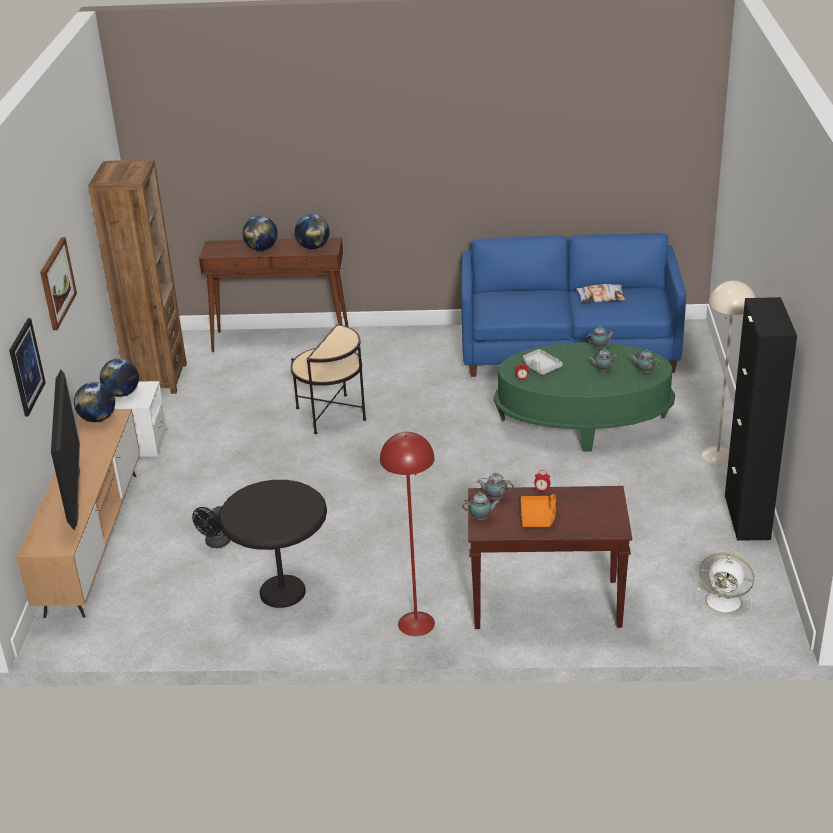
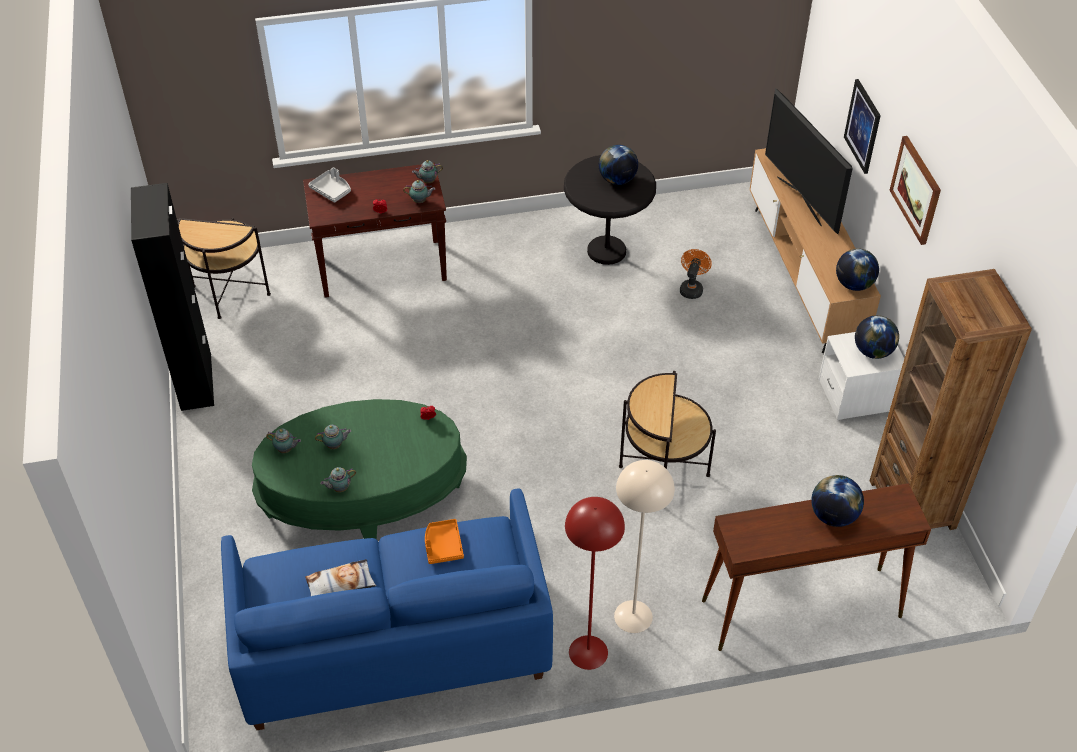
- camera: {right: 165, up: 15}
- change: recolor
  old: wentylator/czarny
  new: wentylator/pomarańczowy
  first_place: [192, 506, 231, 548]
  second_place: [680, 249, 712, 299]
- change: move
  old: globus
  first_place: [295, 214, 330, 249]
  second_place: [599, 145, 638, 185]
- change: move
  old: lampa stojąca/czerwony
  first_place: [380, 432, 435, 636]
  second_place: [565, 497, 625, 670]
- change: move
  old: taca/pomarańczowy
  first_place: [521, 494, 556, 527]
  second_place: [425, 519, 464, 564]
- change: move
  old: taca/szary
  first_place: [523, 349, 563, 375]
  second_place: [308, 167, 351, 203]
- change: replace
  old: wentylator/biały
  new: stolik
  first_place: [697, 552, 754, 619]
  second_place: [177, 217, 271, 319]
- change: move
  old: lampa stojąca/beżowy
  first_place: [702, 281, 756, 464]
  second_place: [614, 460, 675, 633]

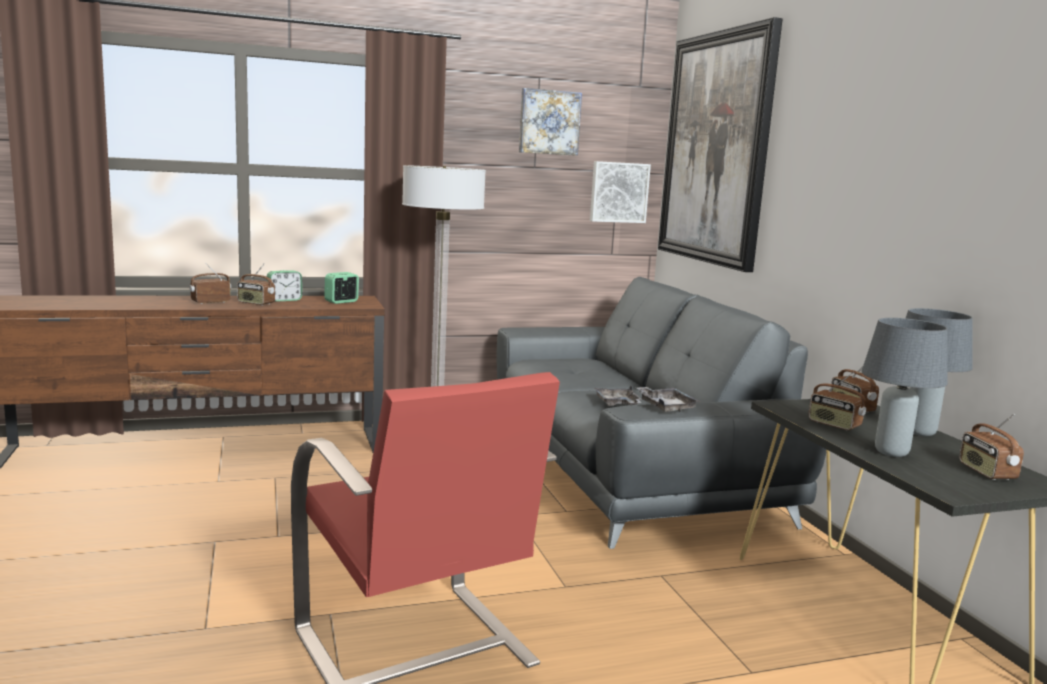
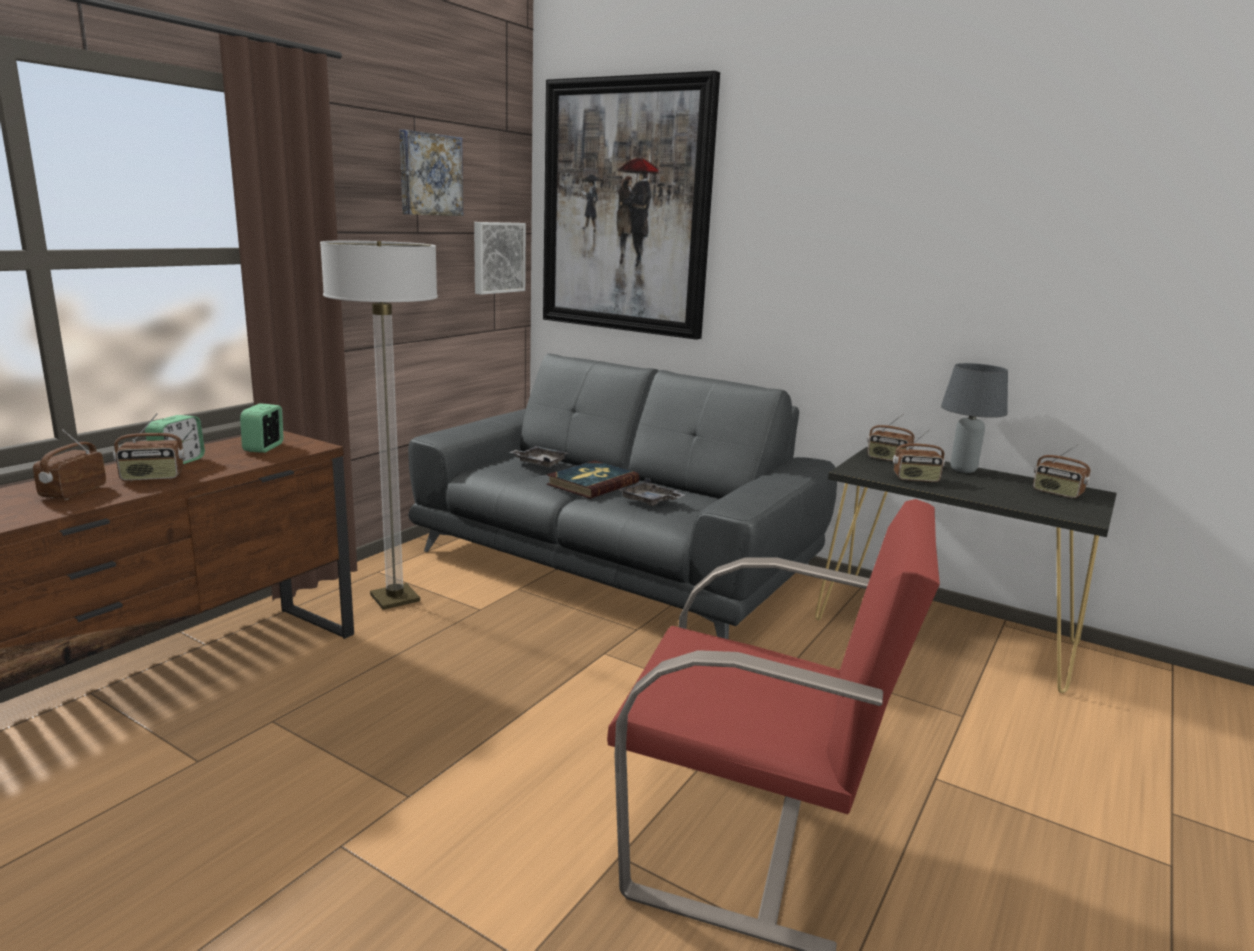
- camera: {right: -40, up: 5}
- change: move
  old: taca/szary
  first_place: [636, 387, 701, 412]
  second_place: [509, 446, 568, 467]
- change: delete
  old: lampa stołowa/szary
  first_place: [861, 318, 948, 457]
- change: insert
  new: książka
  second_place: [547, 460, 639, 499]

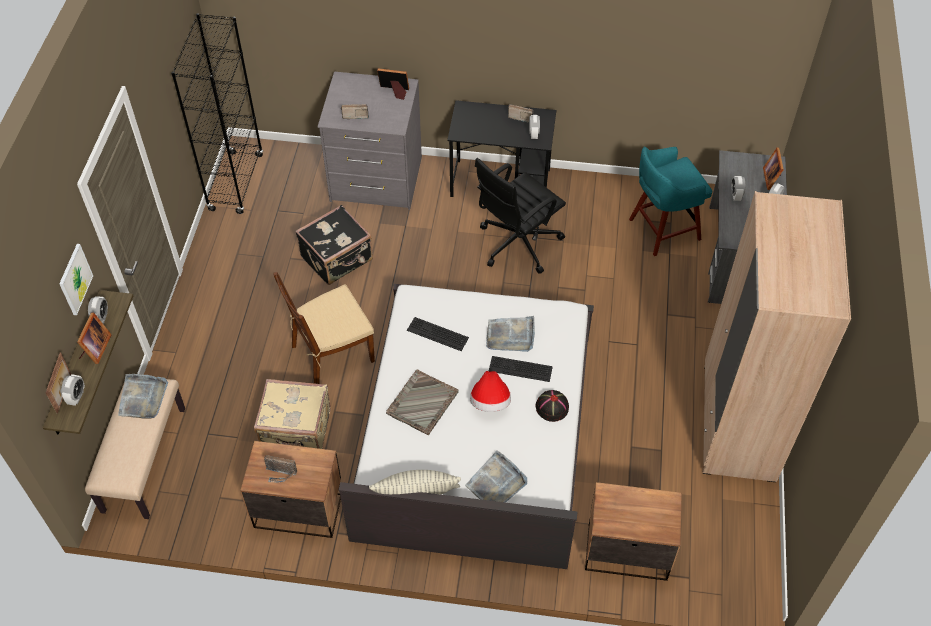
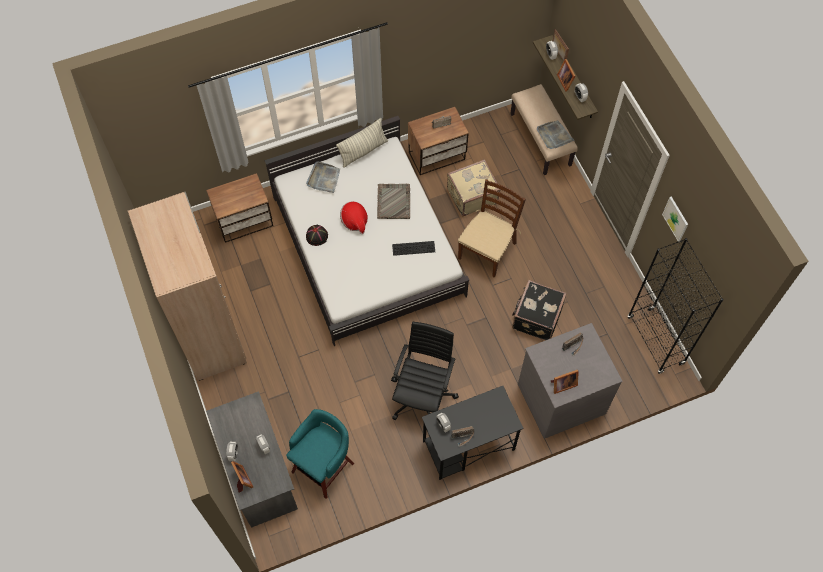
- camera: {right: 150, up: 10}
- change: move
  old: obraz
  first_place: [59, 244, 93, 315]
  second_place: [662, 197, 688, 241]
- change: delete
  old: taca/szary
  first_place: [486, 316, 535, 352]
- change: delete
  old: klawiatura
  first_place: [489, 356, 553, 382]

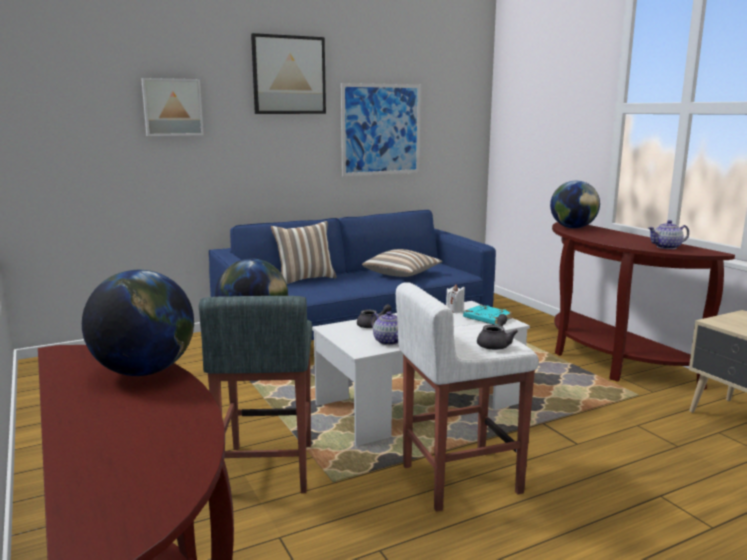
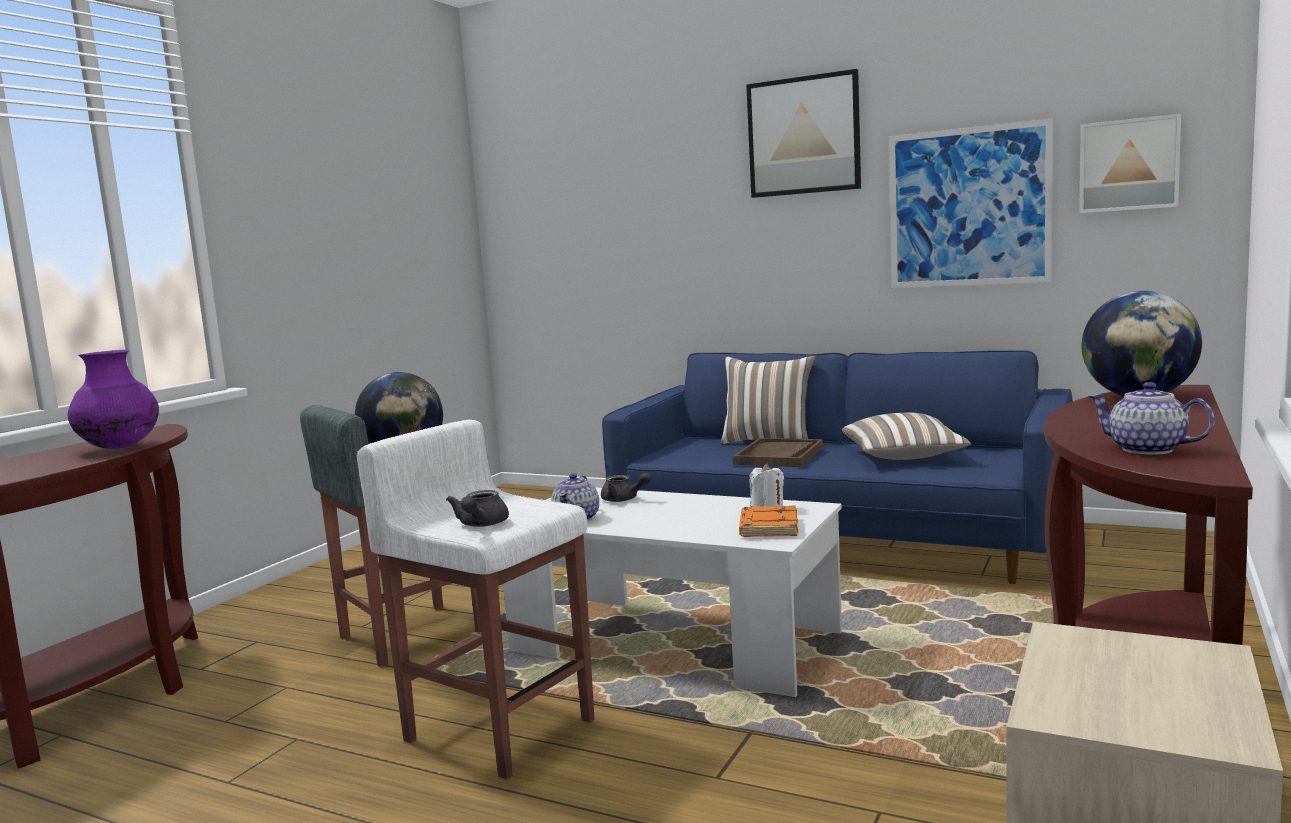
- camera: {right: 55, up: -5}
- change: replace
  old: globus
  new: wazon/fioletowy
  first_place: [82, 270, 194, 376]
  second_place: [68, 350, 159, 449]
- change: move
  old: obraz
  first_place: [141, 78, 204, 136]
  second_place: [1079, 114, 1181, 213]
- change: recolor
  old: książka/turkusowy
  new: książka/pomarańczowy
  first_place: [463, 305, 512, 325]
  second_place: [739, 506, 798, 537]
- change: rotate
  old: imbryk/szary
  first_place: [477, 314, 518, 350]
  second_place: [446, 490, 509, 527]
  degrees: 105
- change: insert
  new: taca/brązowy
  second_place: [733, 438, 823, 467]

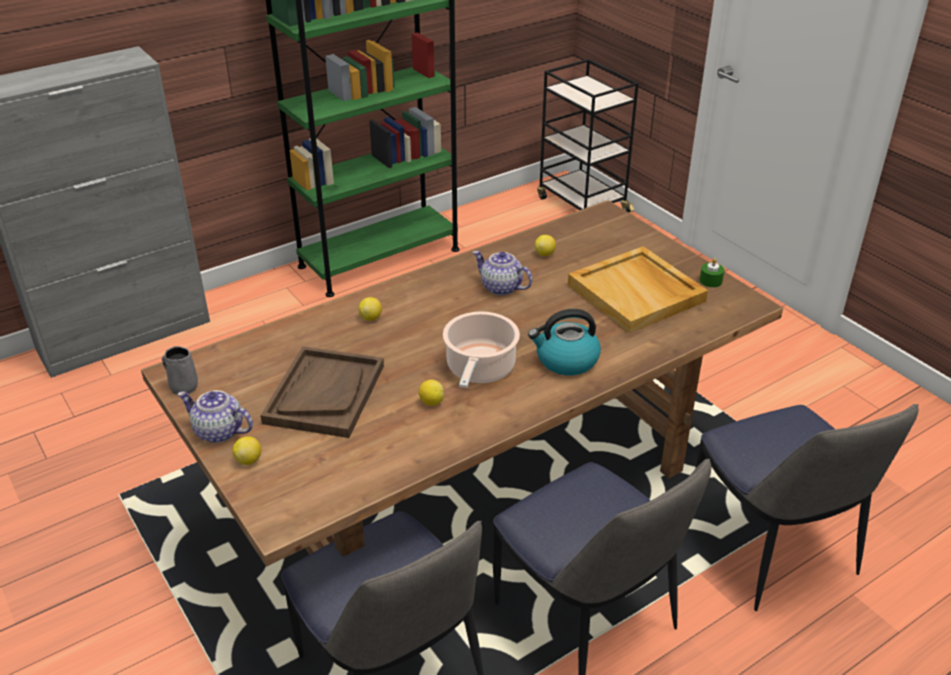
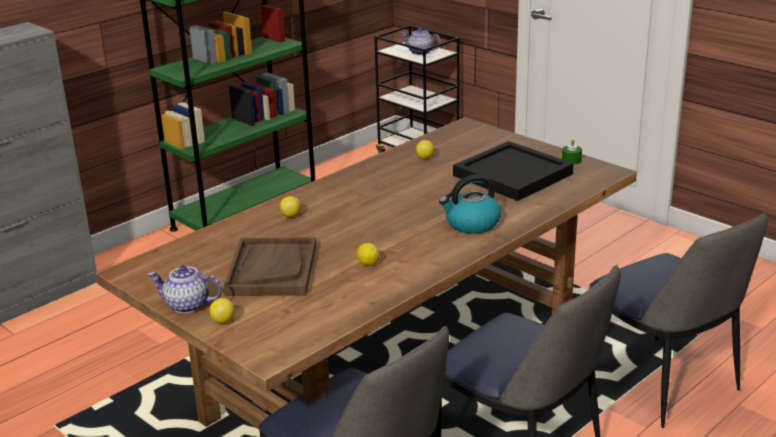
- camera: {right: -10, up: -10}
- change: delete
  old: kubek/szary
  first_place: [162, 346, 198, 395]
- change: delete
  old: garnek
  first_place: [443, 311, 520, 388]
- change: move
  old: imbryk
  first_place: [473, 251, 533, 295]
  second_place: [401, 28, 441, 55]
- change: recolor
  old: taca/beżowy
  new: taca/czarny
  first_place: [568, 246, 708, 333]
  second_place: [453, 141, 574, 201]

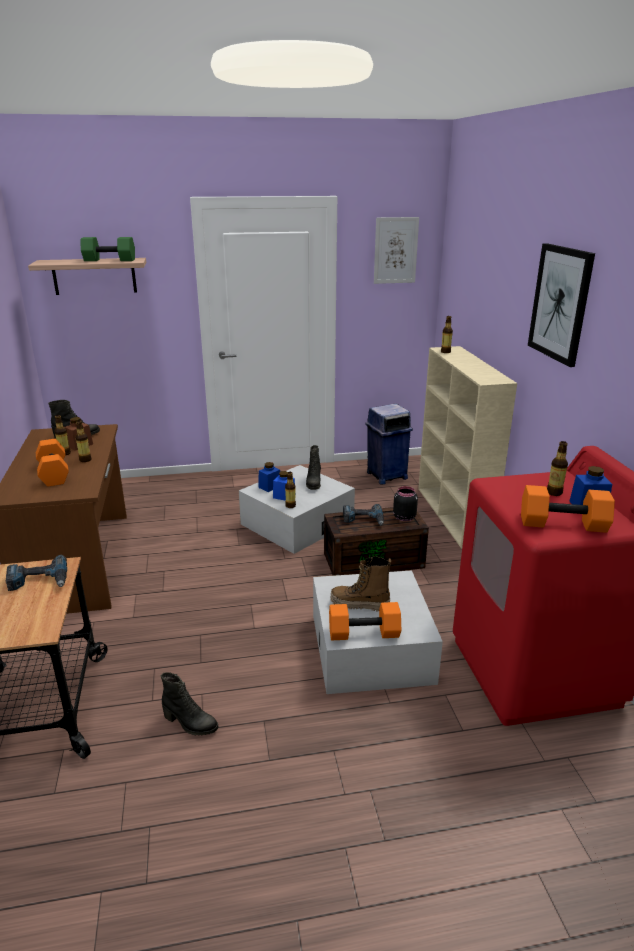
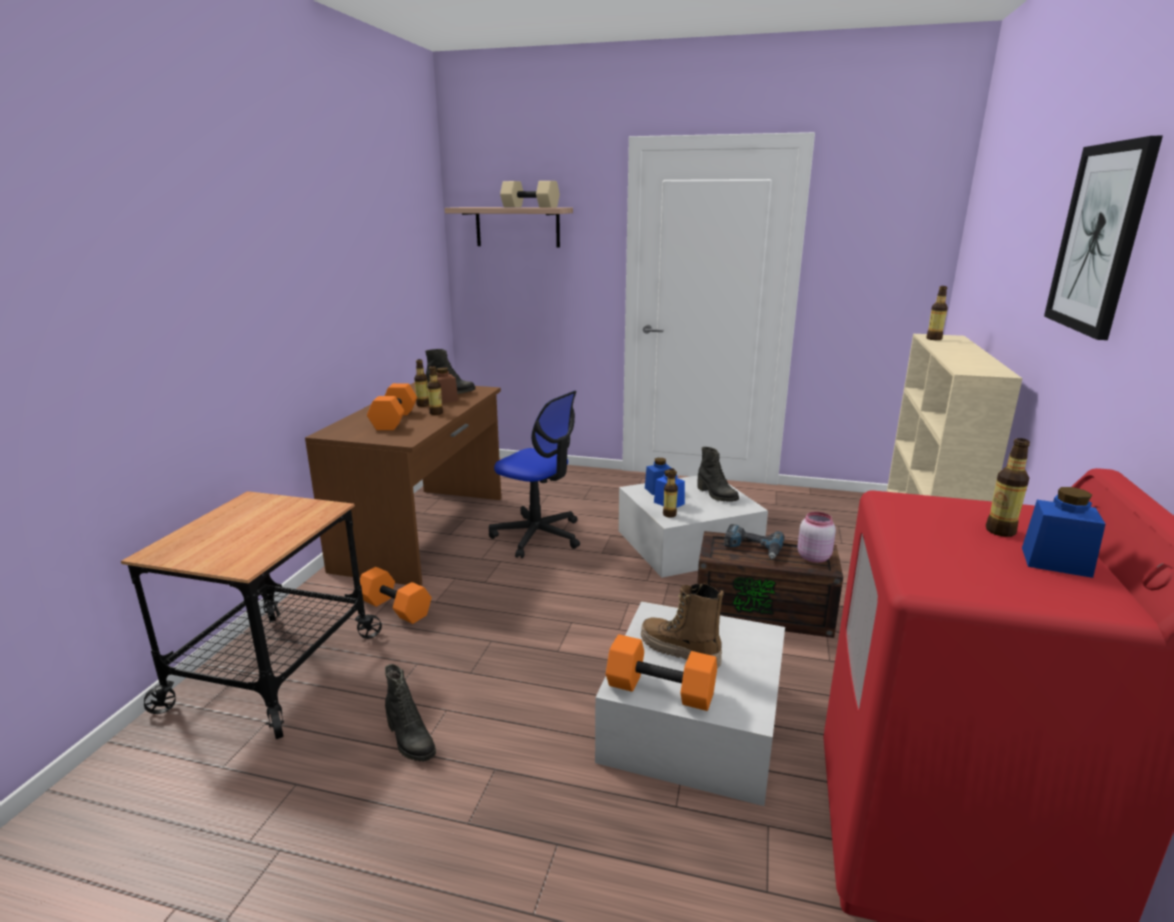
- camera: {right: 25, up: -5}
- change: delete
  old: wiertarka
  first_place: [6, 555, 67, 591]
- change: recolor
  old: hantel/zielony
  new: hantel/beżowy
  first_place: [81, 237, 135, 261]
  second_place: [500, 181, 560, 208]
- change: rotate
  old: but z cholewką/czarny
  first_place: [306, 445, 321, 490]
  second_place: [698, 447, 739, 502]
  degrees: -60
- change: delete
  old: kosz na śmieci/niebieski
  first_place: [365, 404, 413, 485]
- change: delete
  old: obraz
  first_place: [374, 217, 419, 284]
- change: recolor
  old: słoik/czarny
  new: słoik/różowy
  first_place: [393, 486, 418, 521]
  second_place: [797, 512, 836, 563]
- change: move
  old: hantel/pomarańczowy
  first_place: [521, 485, 615, 533]
  second_place: [360, 567, 431, 624]
- change: insert
  new: krzesło biurowe
  second_place: [489, 391, 580, 558]

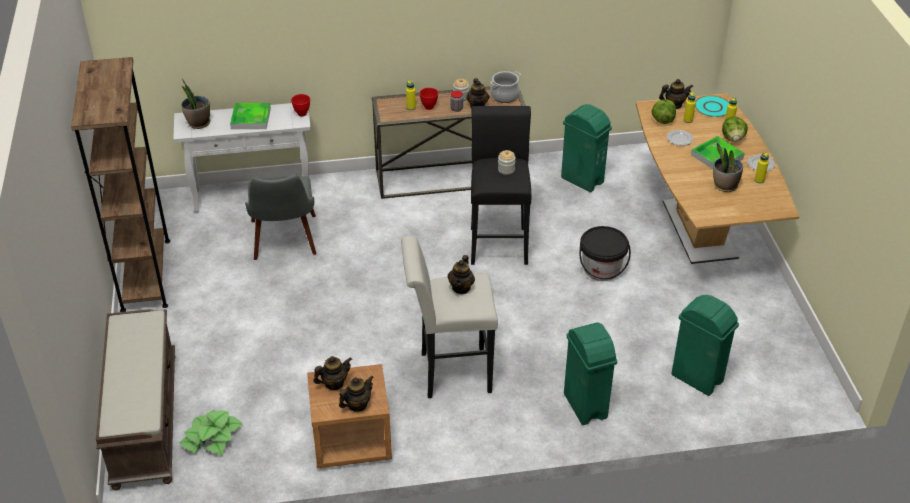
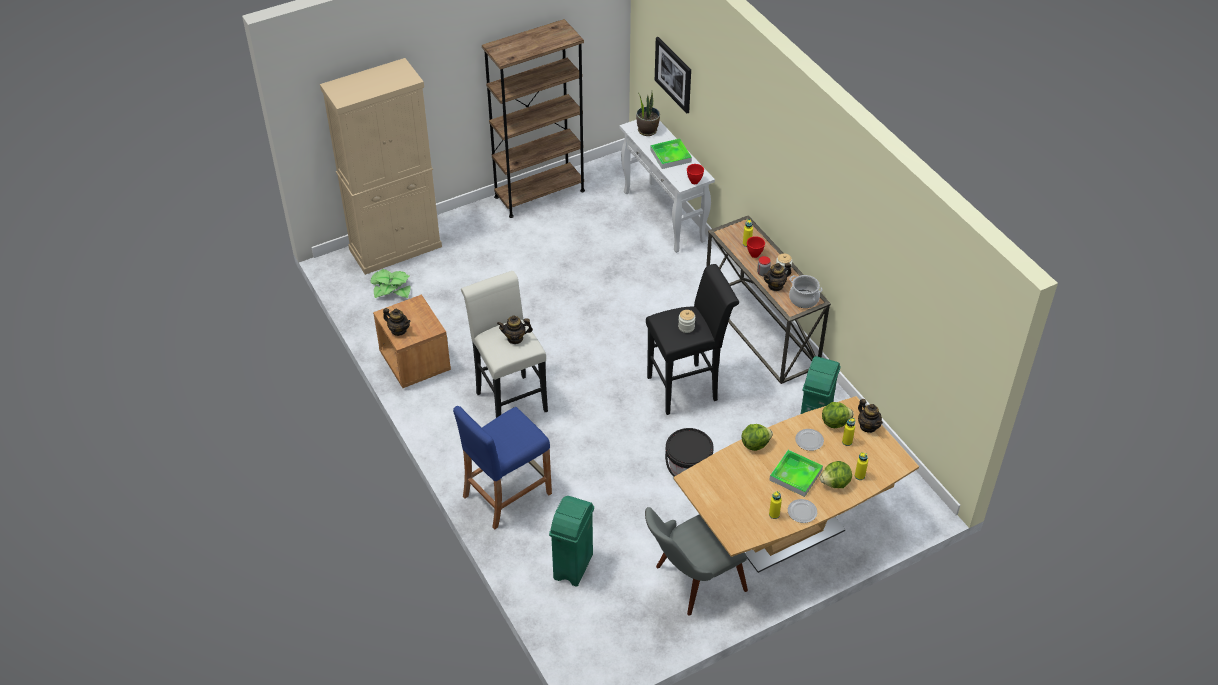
- camera: {right: 70, up: 5}
- change: replace
  old: ławka/brązowy
  new: szafka/beżowy
  first_place: [96, 309, 175, 490]
  second_place: [320, 58, 442, 275]
- change: move
  old: krzesło/szary
  first_place: [245, 174, 316, 260]
  second_place: [645, 507, 748, 616]
- change: delete
  old: imbryk
  first_place: [313, 356, 352, 390]
- change: replace
  old: kosz na śmieci/zielony
  new: stołek/niebieski
  first_place: [564, 322, 617, 425]
  second_place: [453, 406, 552, 530]
- change: delete
  old: talerz/turkusowy
  first_place: [695, 95, 729, 117]
- change: delete
  old: roślina doniczkowa
  first_place: [713, 143, 743, 192]
- change: insert
  new: obraz
  second_place: [655, 37, 691, 114]
- change: insert
  new: sałata
  second_place: [741, 424, 773, 451]

